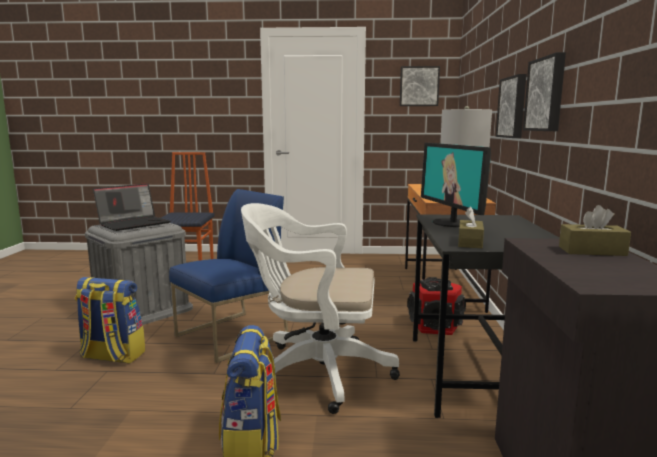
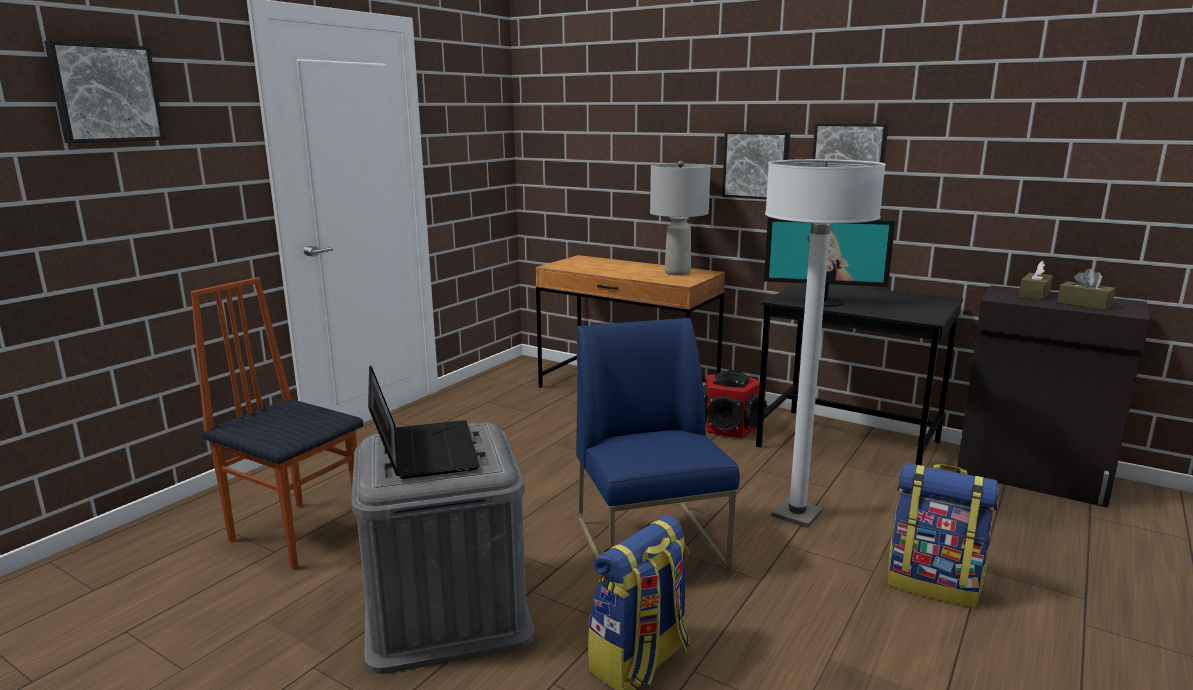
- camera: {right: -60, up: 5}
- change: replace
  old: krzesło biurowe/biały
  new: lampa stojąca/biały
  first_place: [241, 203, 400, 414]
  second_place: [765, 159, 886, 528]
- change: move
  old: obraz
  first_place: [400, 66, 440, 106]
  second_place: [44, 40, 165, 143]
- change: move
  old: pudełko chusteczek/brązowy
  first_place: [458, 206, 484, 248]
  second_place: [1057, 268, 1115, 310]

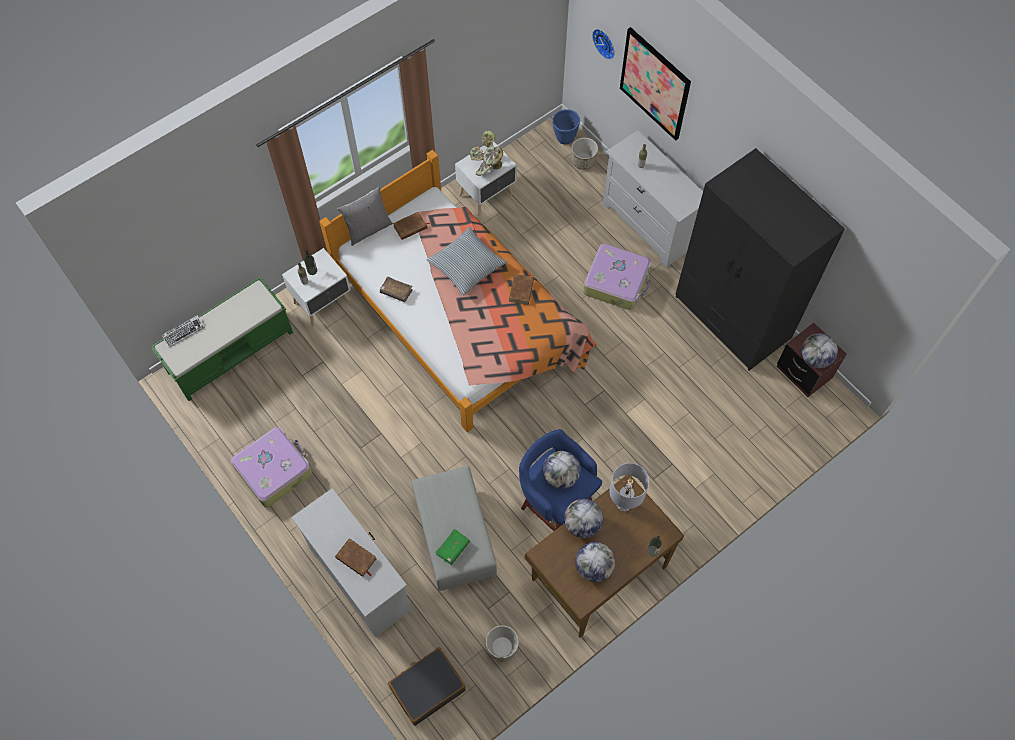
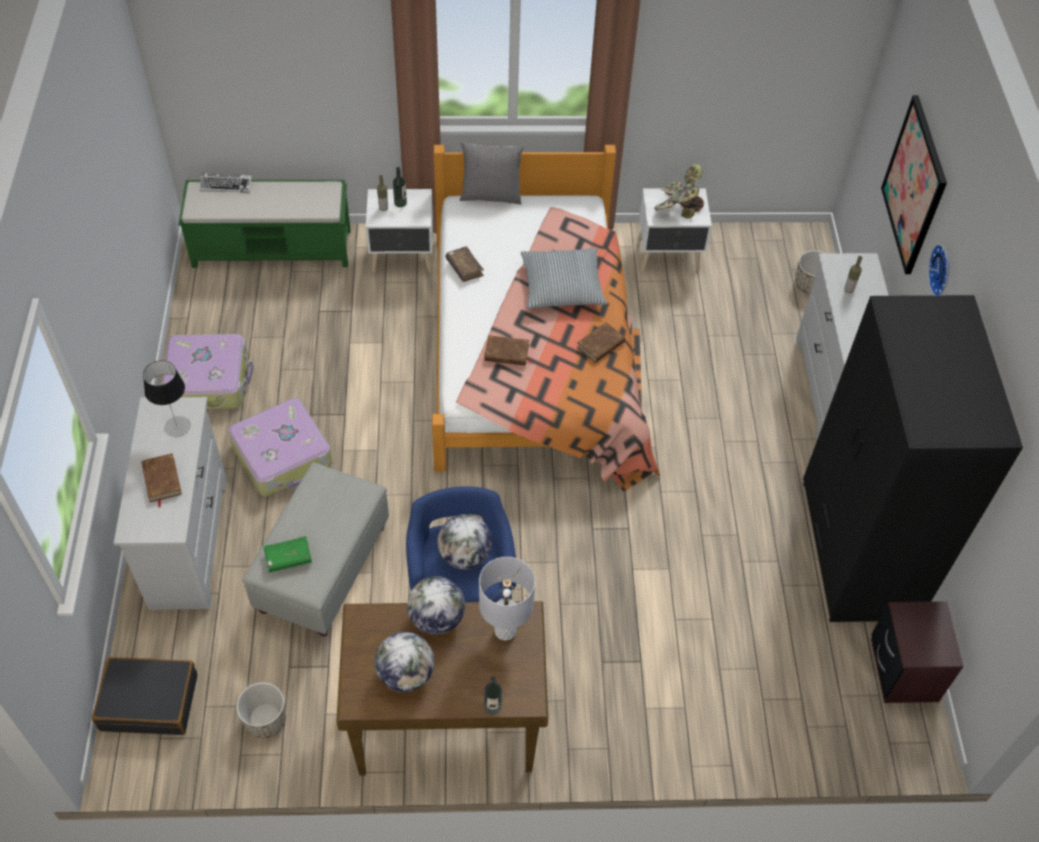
- camera: {right: 35, up: -10}
- change: move
  old: książka/brązowy
  first_place: [393, 212, 430, 240]
  second_place: [484, 335, 533, 366]
- change: delete
  old: donica/niebieski
  first_place: [552, 109, 580, 145]
- change: move
  old: walizka
  first_place: [583, 244, 651, 310]
  second_place: [228, 398, 333, 496]
- change: move
  old: zegar ścienny
  first_place: [592, 29, 615, 60]
  second_place: [928, 244, 949, 295]
- change: delete
  old: globus
  first_place: [801, 333, 838, 368]
- change: insert
  new: lampa stołowa
  second_place: [143, 360, 190, 437]

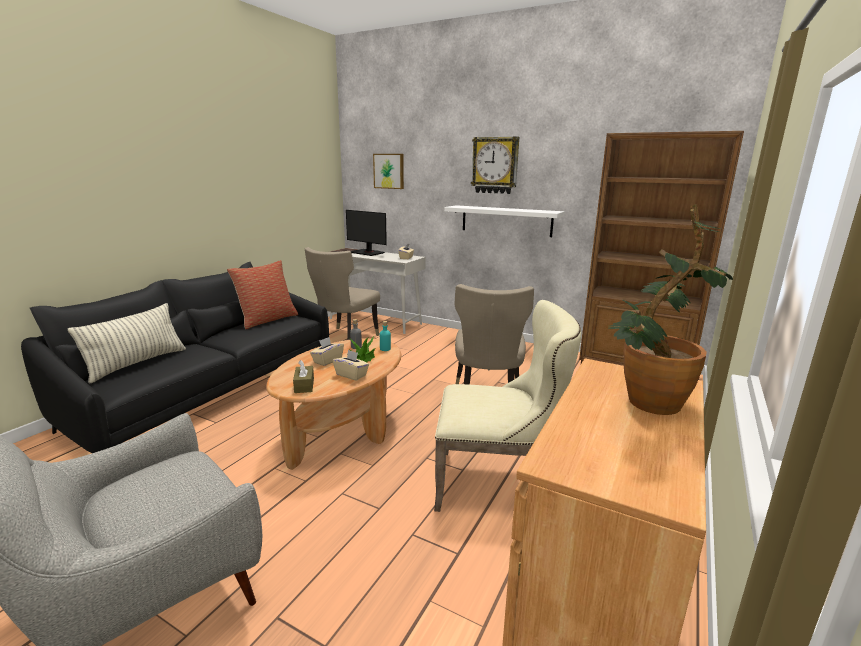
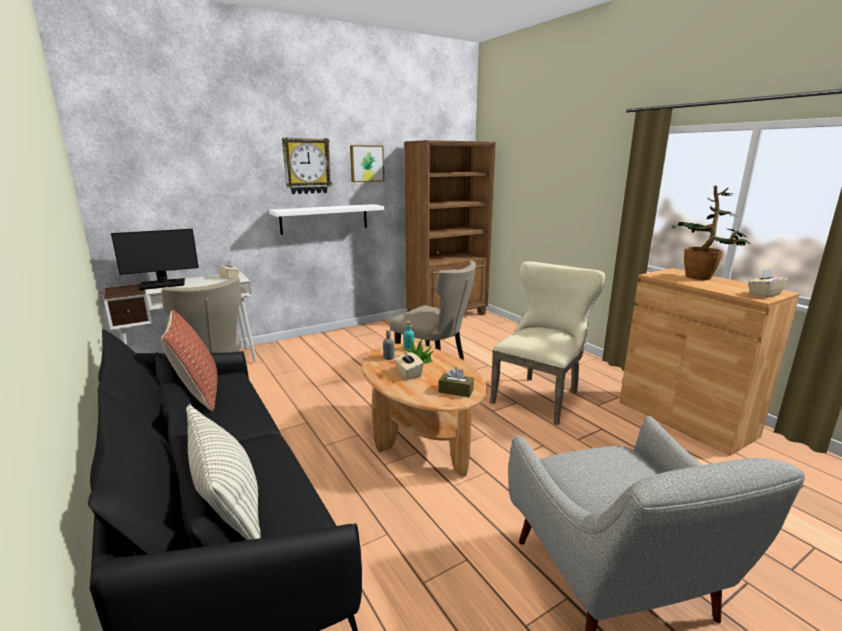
- camera: {right: -60, up: 0}
- change: move
  old: pudełko chusteczek/beżowy
  first_place: [333, 350, 369, 381]
  second_place: [748, 269, 787, 298]
- change: move
  old: obraz
  first_place: [373, 154, 404, 189]
  second_place: [350, 145, 384, 182]

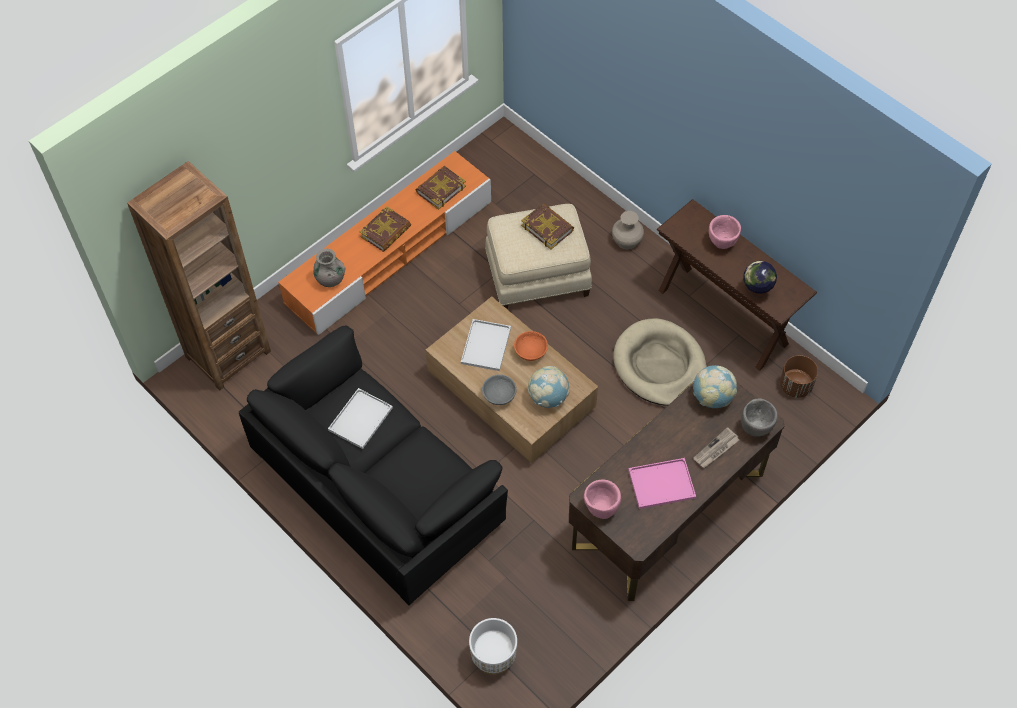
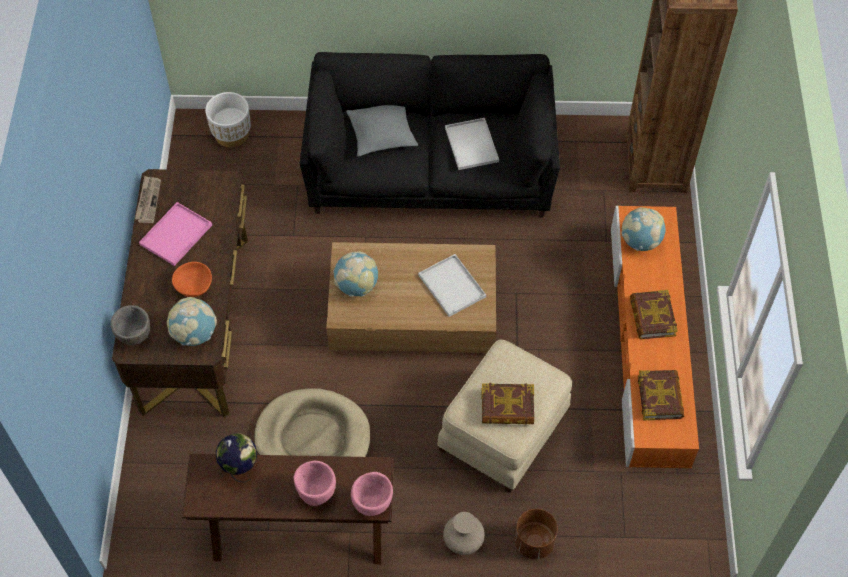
- camera: {right: 135, up: 0}
- change: replace
  old: wazon/szary
  new: globus
  first_place: [313, 249, 346, 287]
  second_place: [621, 207, 666, 251]
- change: delete
  old: miska/szary
  first_place: [482, 374, 517, 405]
- change: move
  old: miska/pomarańczowy
  first_place: [514, 331, 548, 361]
  second_place: [172, 262, 212, 297]
- change: move
  old: miska/różowy
  first_place: [584, 480, 621, 519]
  second_place: [351, 472, 393, 516]
- change: move
  old: gazeta
  first_place: [693, 427, 739, 468]
  second_place: [135, 176, 161, 223]
- change: move
  old: donica/brązowy
  first_place: [780, 355, 818, 398]
  second_place: [515, 509, 558, 559]
- change: insert
  new: poduszka/szary
  second_place: [346, 105, 418, 157]

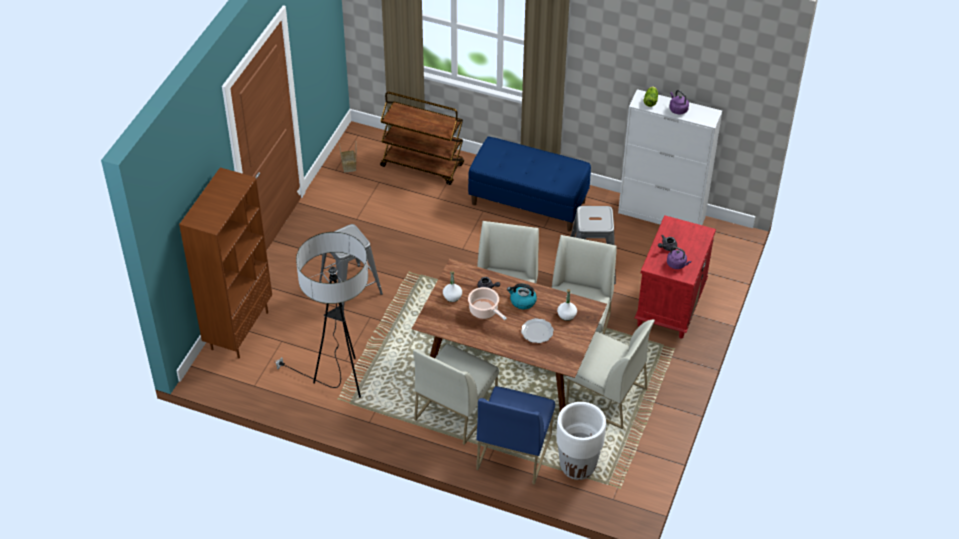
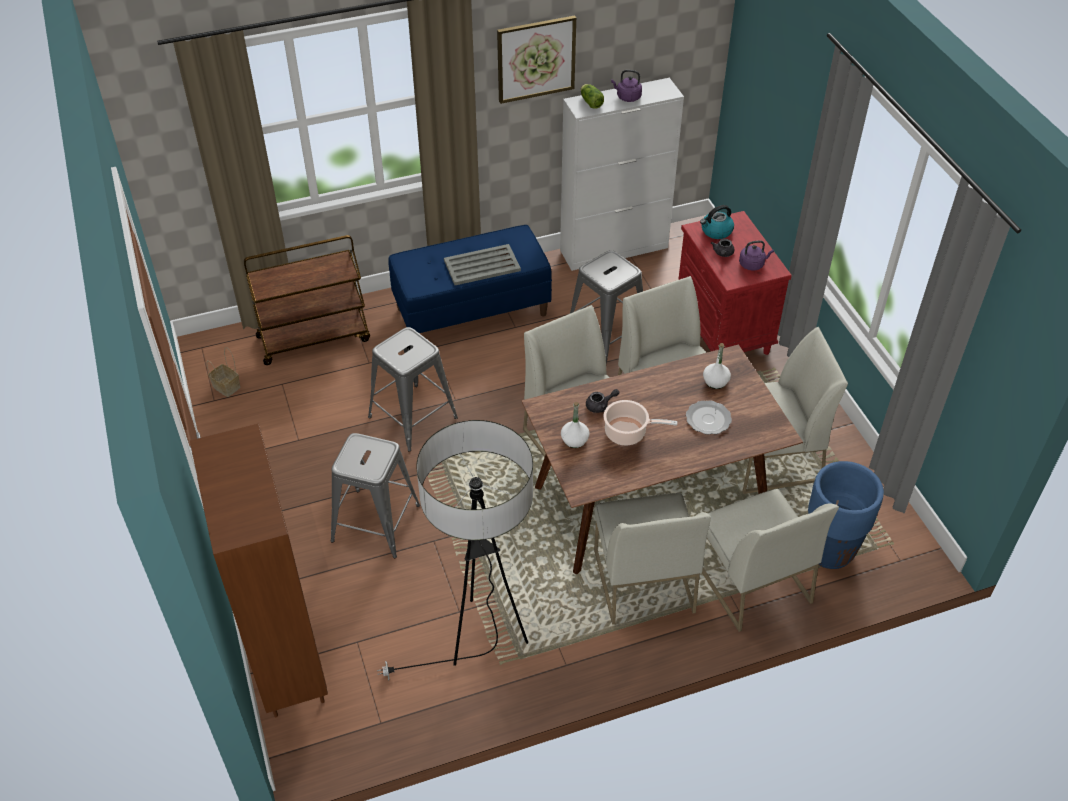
- camera: {right: -40, up: 0}
- change: recolor
  old: krzesło/niebieski
  new: krzesło/biały
  first_place: [476, 386, 555, 485]
  second_place: [702, 489, 839, 632]
- change: move
  old: czajnik
  first_place: [507, 284, 537, 309]
  second_place: [700, 205, 734, 239]
- change: recolor
  old: donica/biały
  new: donica/niebieski
  first_place: [556, 402, 606, 480]
  second_place: [808, 461, 884, 569]
- change: insert
  new: stołek/szary
  second_place: [368, 327, 458, 452]
- change: insert
  new: taca/szary
  second_place: [444, 244, 521, 285]
- change: insert
  new: obraz
  second_place: [497, 15, 576, 104]

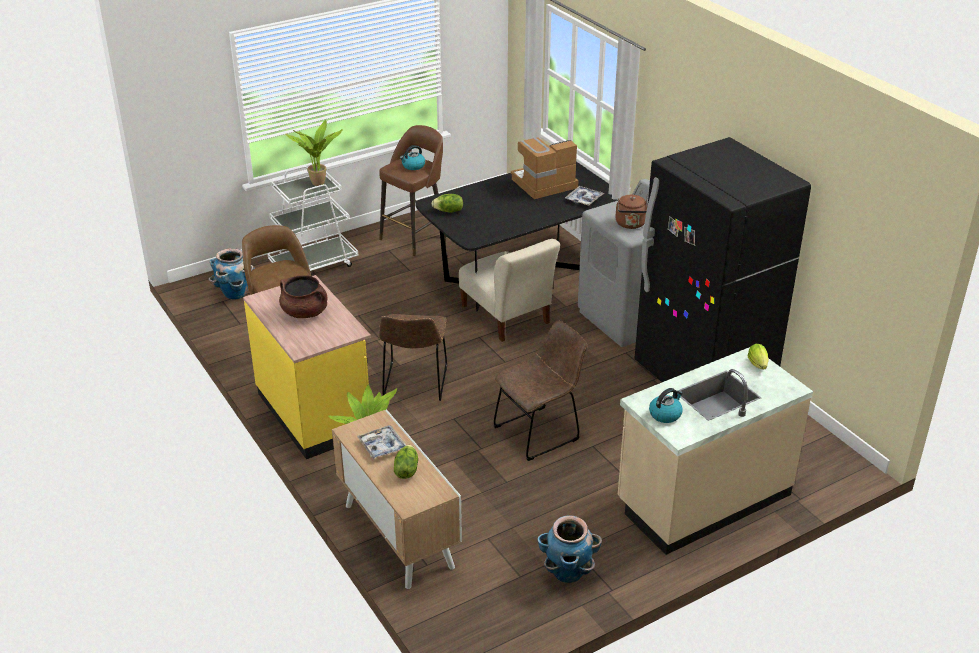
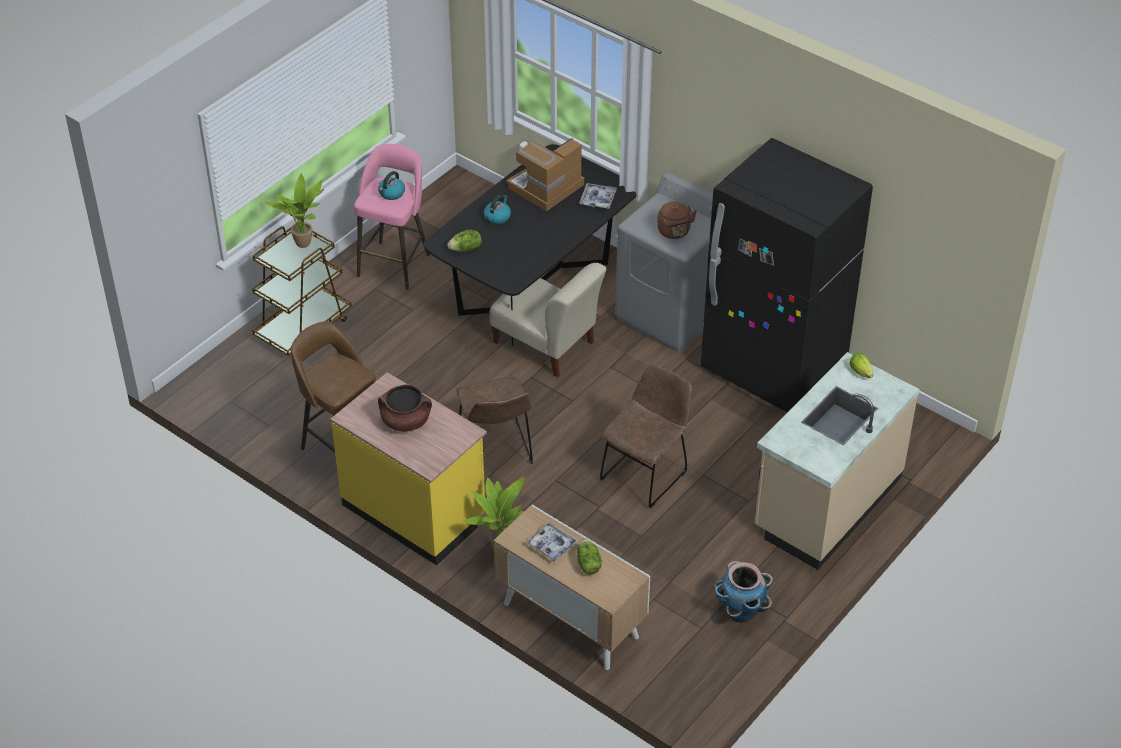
- camera: {right: -20, up: 10}
- change: delete
  old: donica
  first_place: [209, 248, 255, 300]
- change: recolor
  old: wózek/biały
  new: wózek/brązowy
  first_place: [268, 166, 359, 271]
  second_place: [252, 222, 352, 356]
- change: recolor
  old: stołek/brązowy
  new: stołek/różowy
  first_place: [379, 125, 447, 256]
  second_place: [354, 144, 430, 290]
- change: move
  old: czajnik
  first_place: [649, 388, 683, 423]
  second_place: [484, 195, 511, 224]

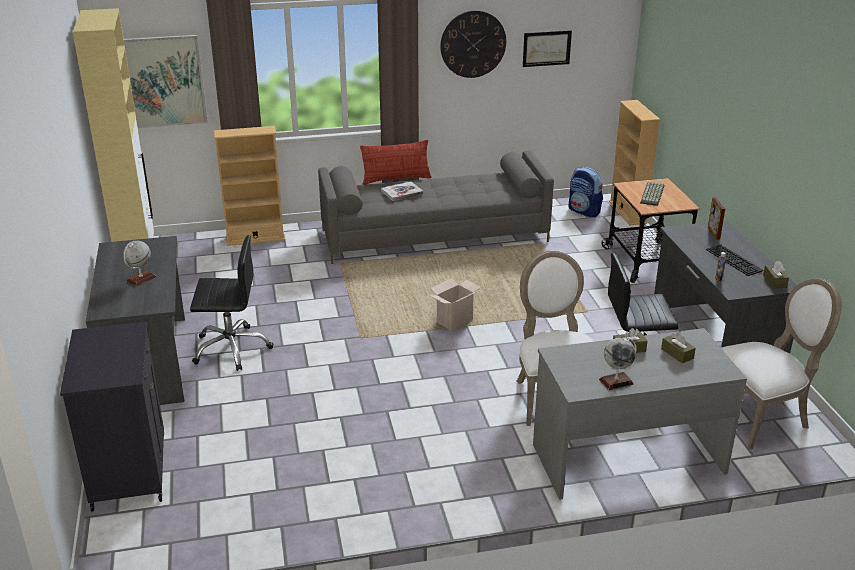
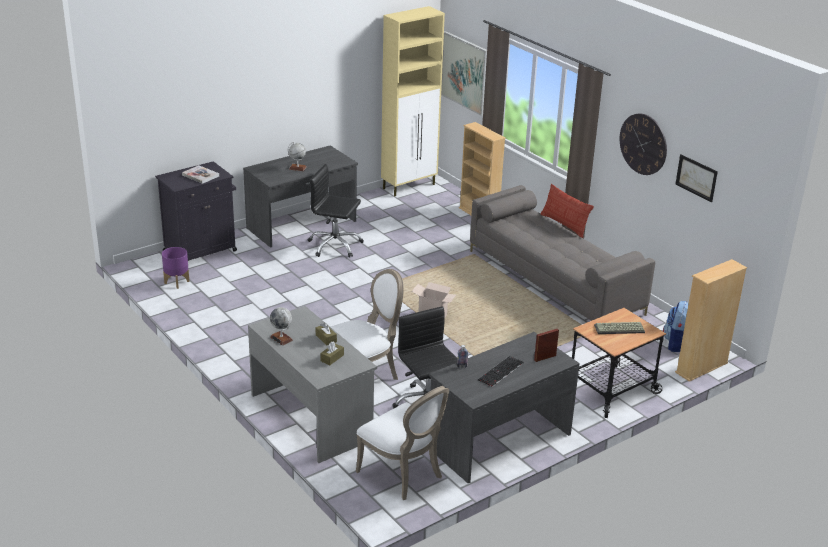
- camera: {right: 65, up: 0}
- change: rotate
  old: krzesło biurowe/czarny
  first_place: [190, 235, 273, 371]
  second_place: [308, 164, 364, 258]
  degrees: 135
- change: move
  old: książka
  first_place: [381, 182, 423, 201]
  second_place: [182, 165, 219, 184]
- change: delete
  old: pudełko chusteczek/brązowy
  first_place: [763, 261, 789, 288]
- change: insert
  new: donica/fioletowy
  second_place: [162, 247, 190, 289]

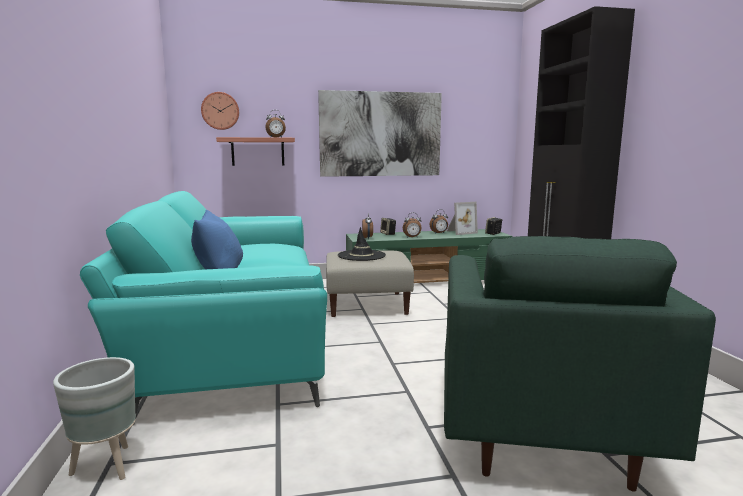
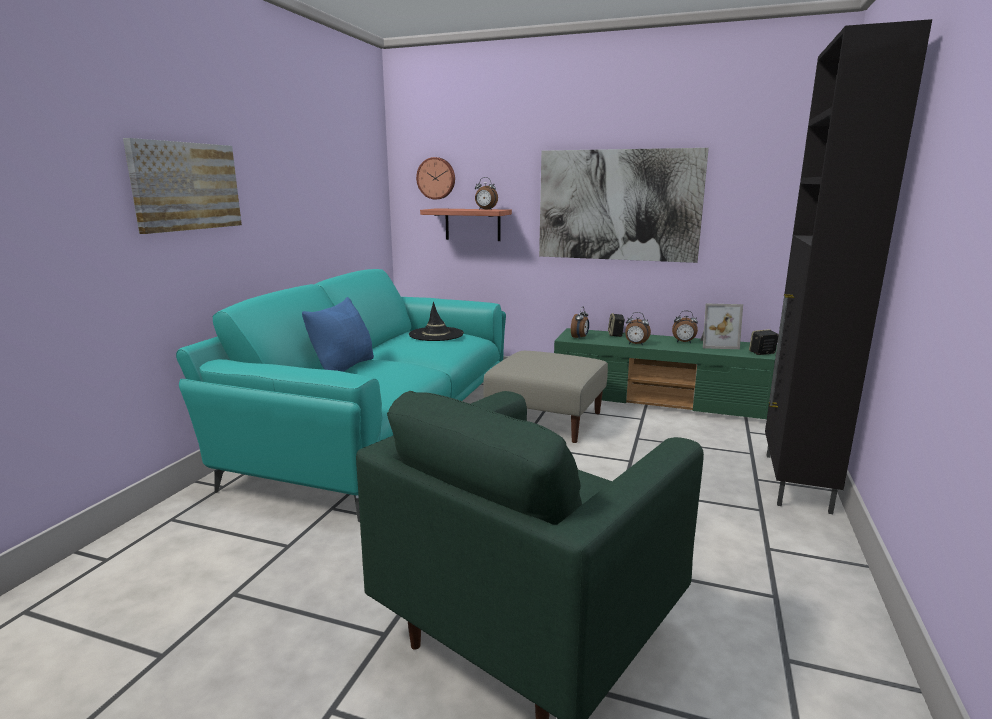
- camera: {right: 30, up: 5}
- change: delete
  old: donica/szary
  first_place: [53, 357, 136, 480]
- change: move
  old: kapelusz/czarny
  first_place: [338, 227, 386, 261]
  second_place: [409, 302, 464, 341]
- change: insert
  new: obraz
  second_place: [123, 138, 242, 234]

